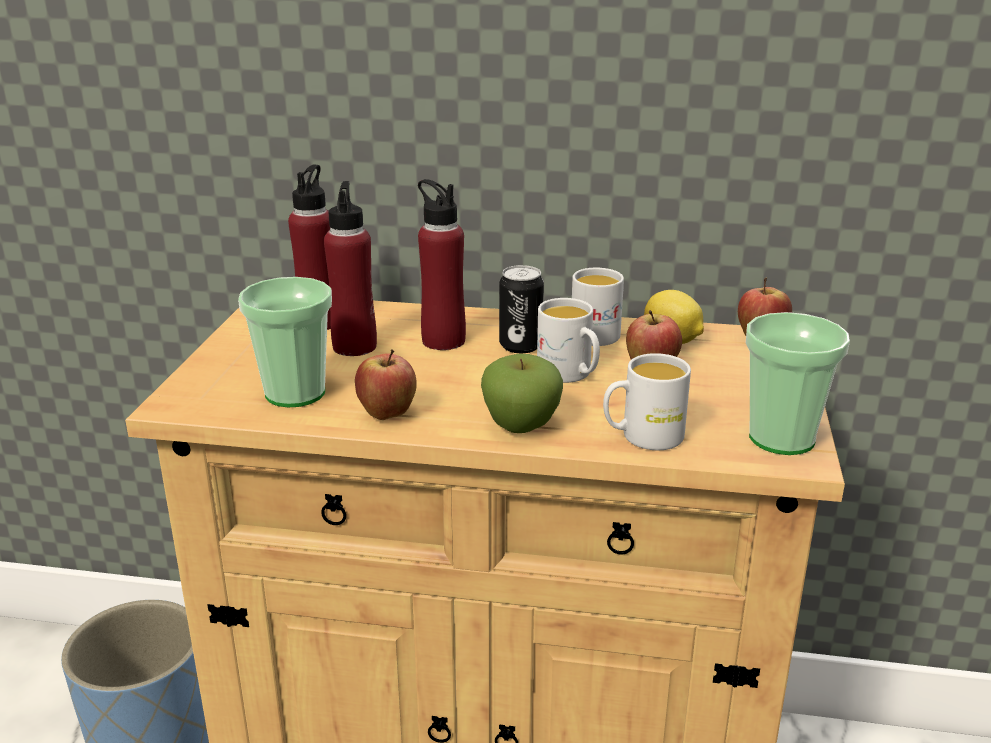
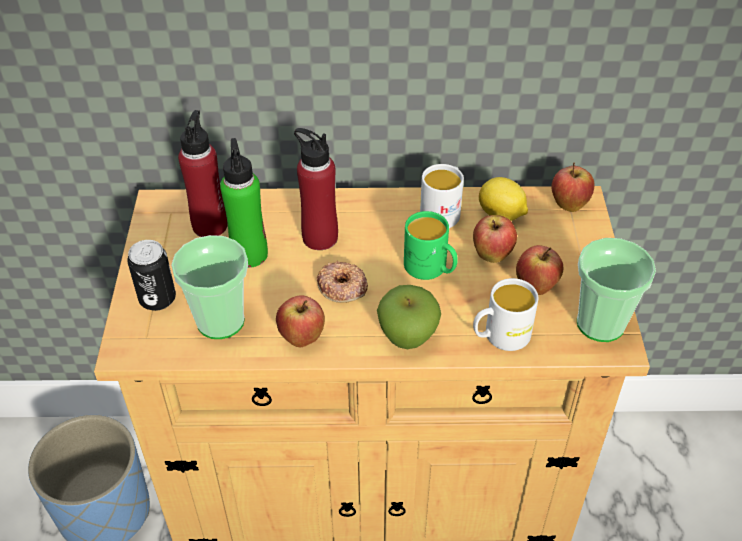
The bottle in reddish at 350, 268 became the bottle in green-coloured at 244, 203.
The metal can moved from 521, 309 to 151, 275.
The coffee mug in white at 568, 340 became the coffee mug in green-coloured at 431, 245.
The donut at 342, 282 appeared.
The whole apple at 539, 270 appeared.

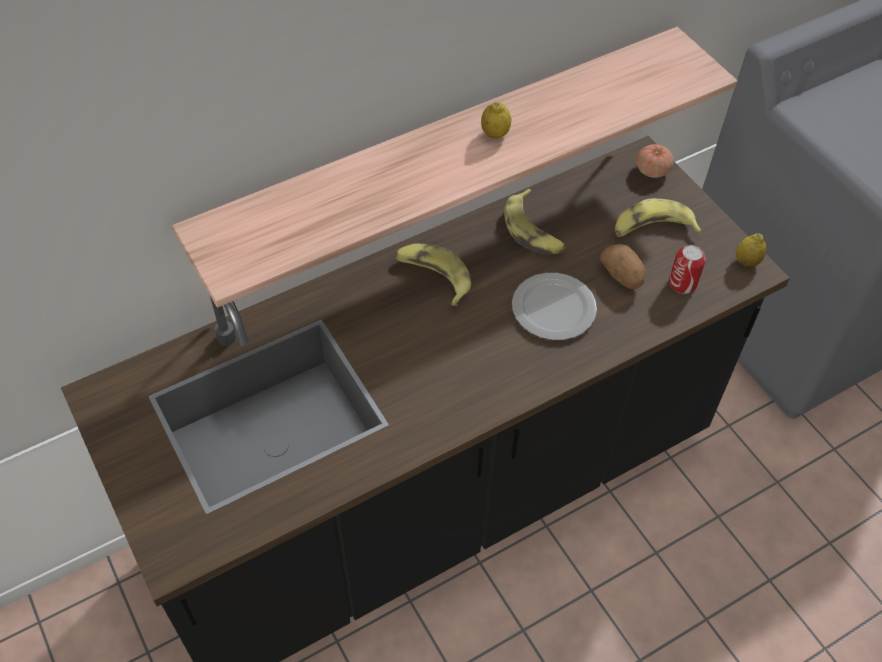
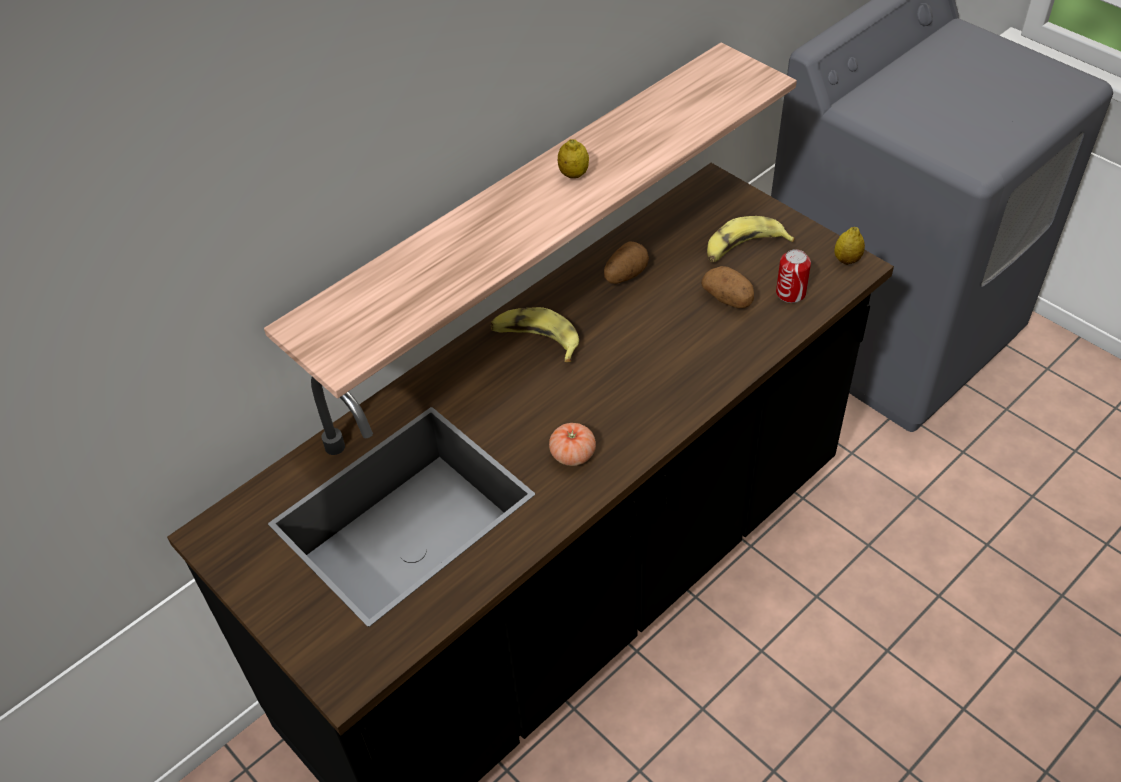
The banana at 535, 221 was replaced by the whole potato at 626, 262.
The plate at 554, 306 disappeared.
The tomato moved from 655, 161 to 572, 444.

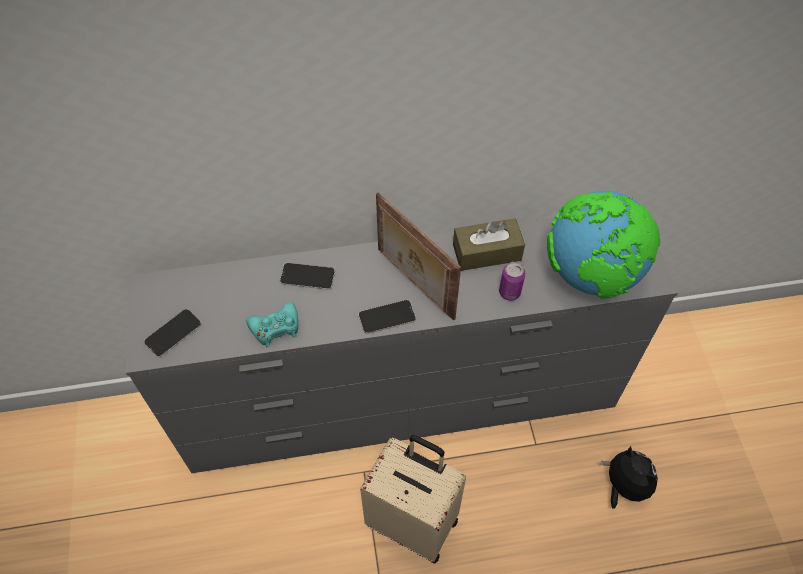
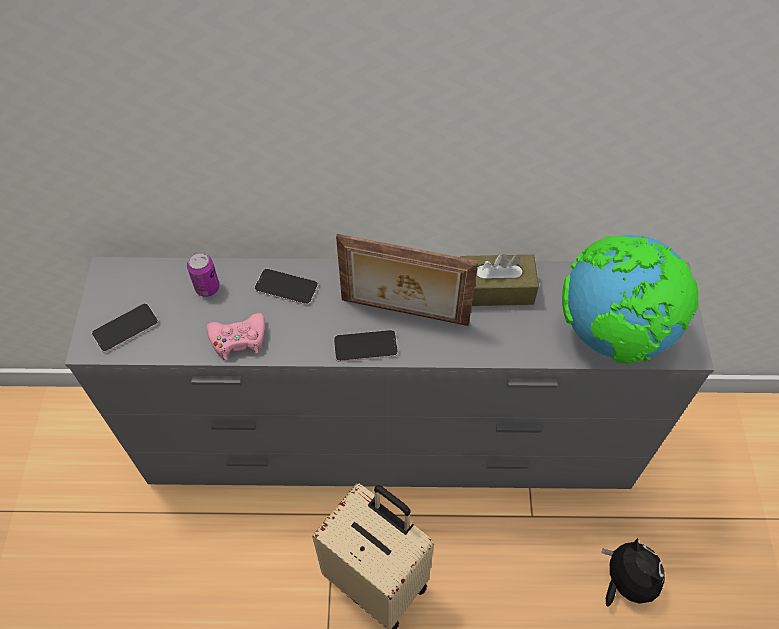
The game controller in blue-green at 272, 324 became the game controller in pinkish at 235, 336.
The standing frame at 418, 256 turned 45 degrees counterclockwise.
The metal can moved from 512, 281 to 203, 274.

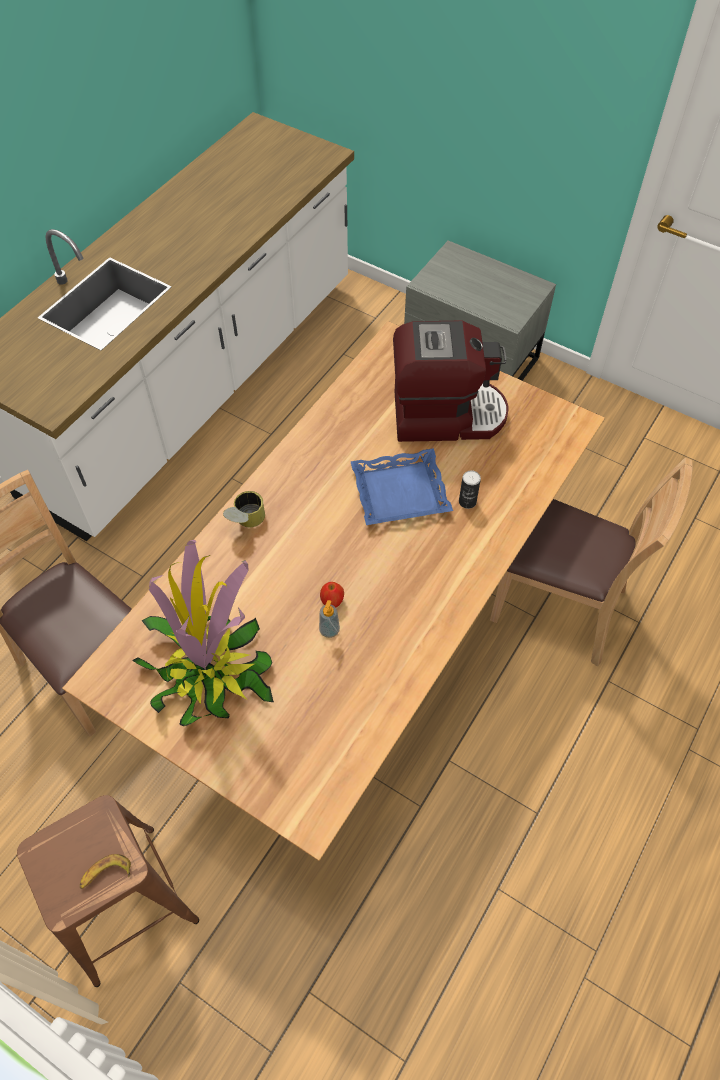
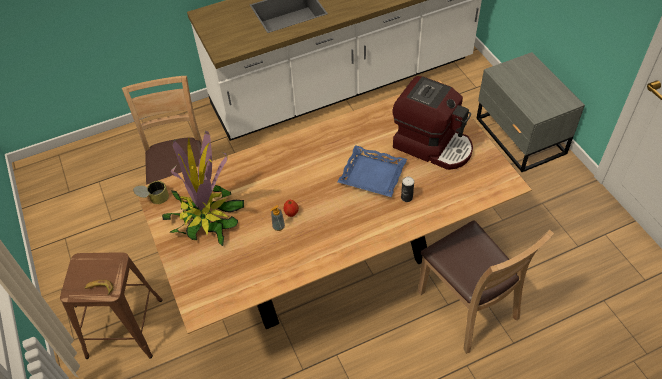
The metal can moved from 244, 509 to 151, 192.

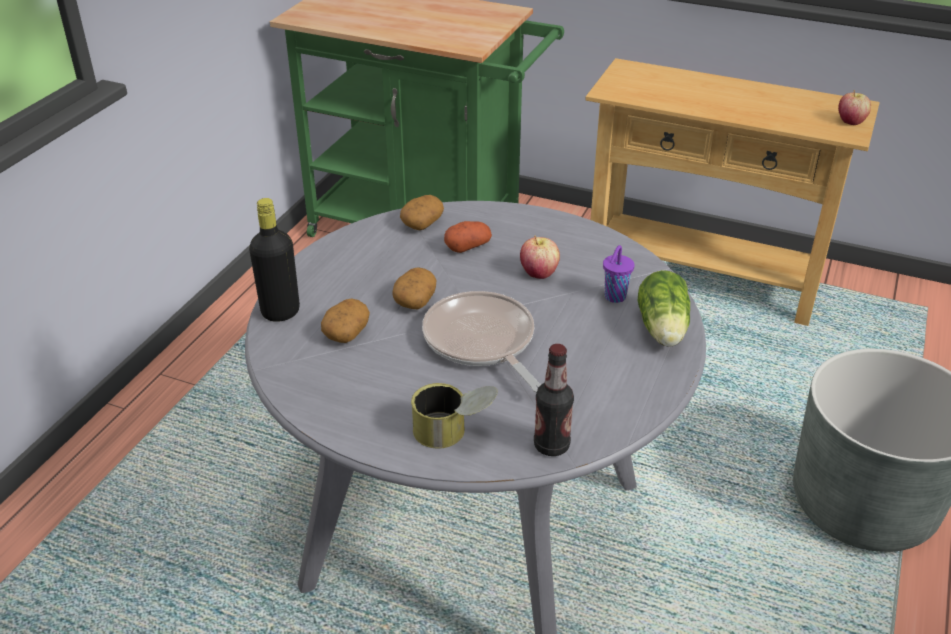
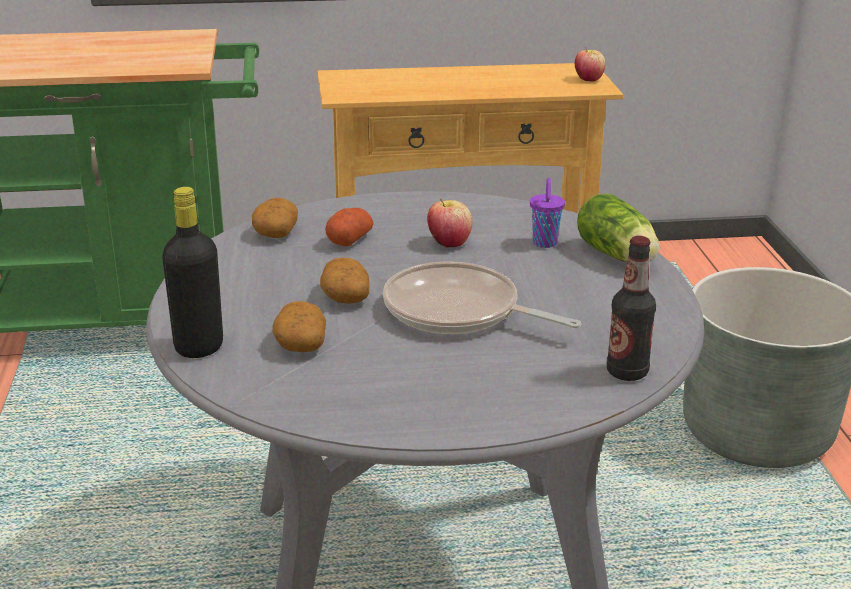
The metal can at 454, 415 disappeared.

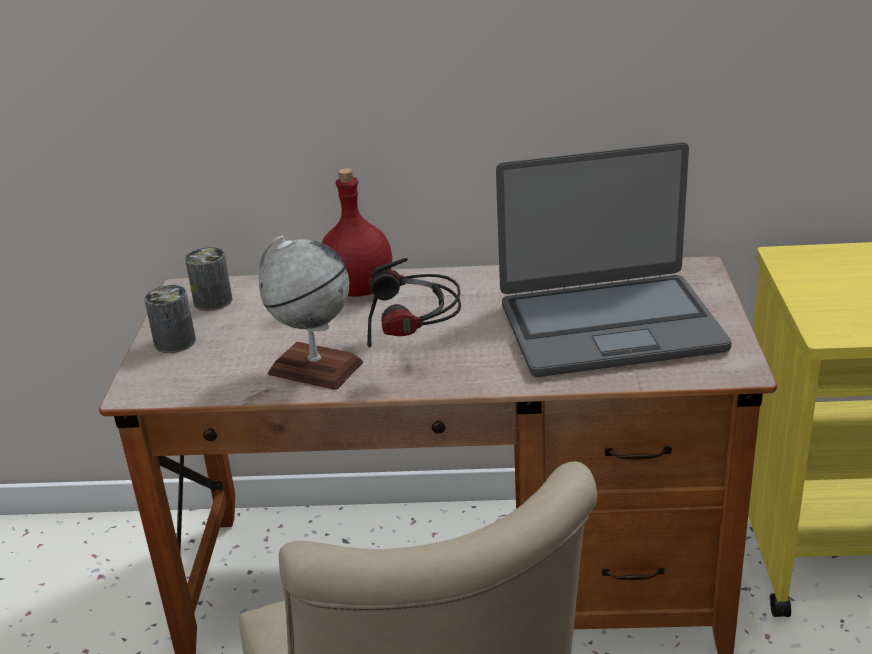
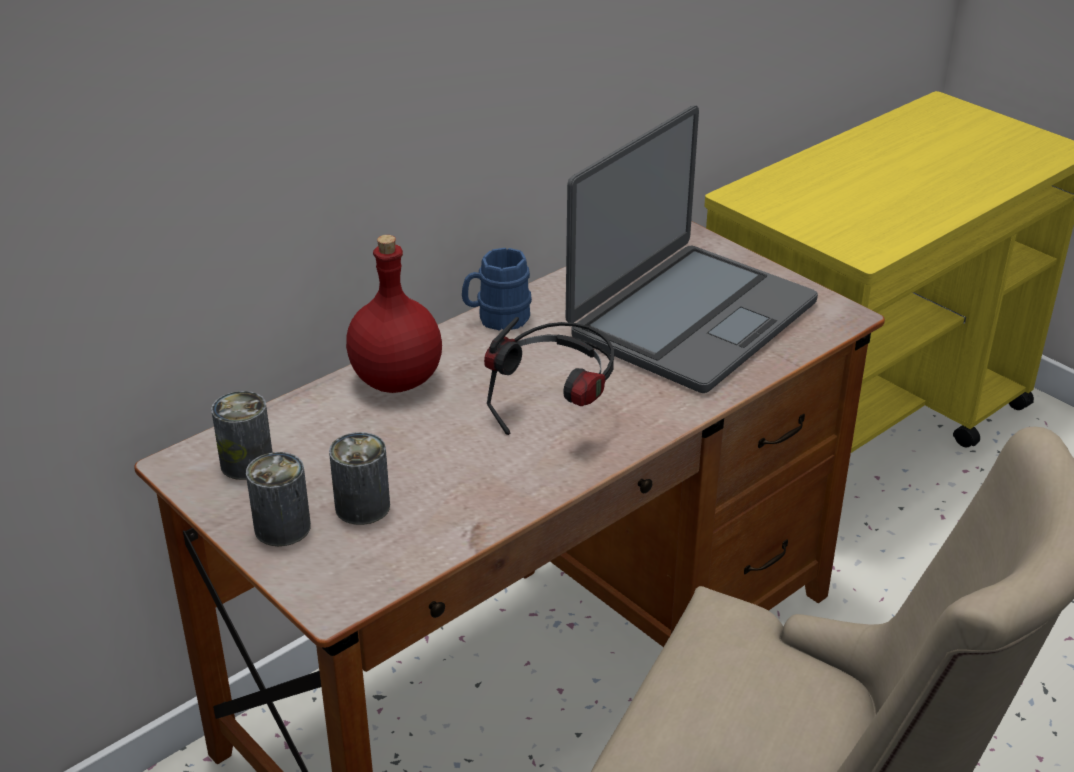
The world globe at 310, 312 disappeared.
The metal can at 359, 478 appeared.
The coffee mug in blue-coloured at 497, 289 appeared.

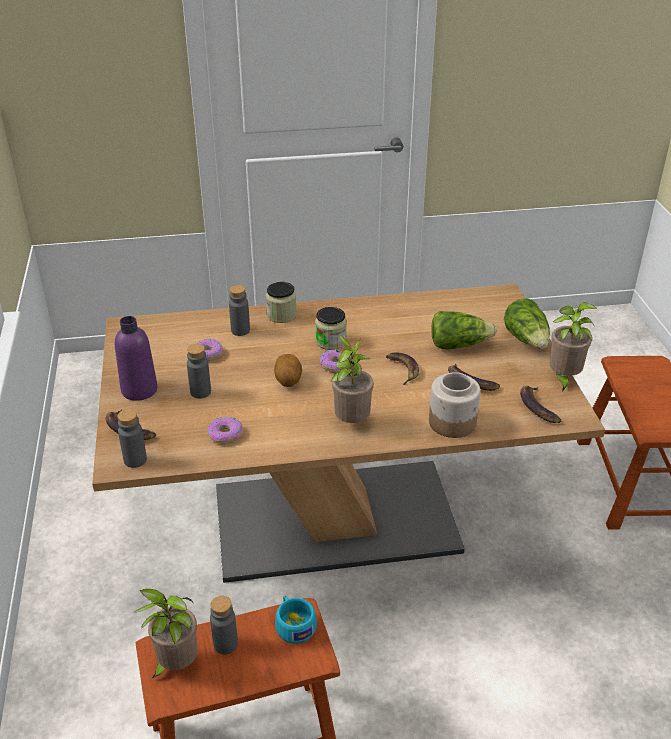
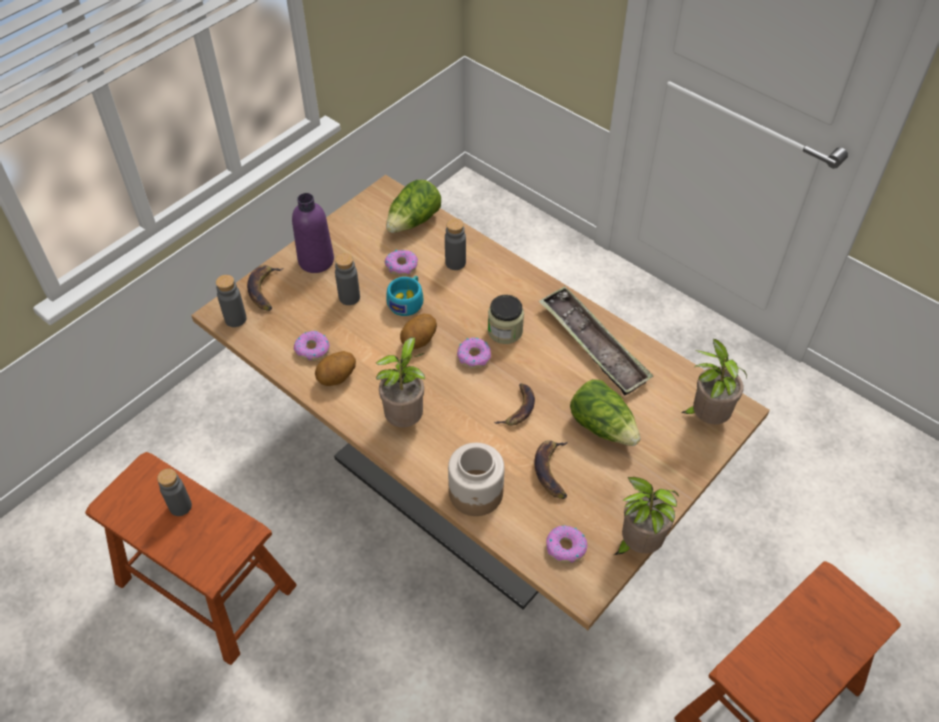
The plant in a pot moved from 165, 633 to 714, 381.
The preserve jar at 281, 302 disappeared.
The cup in blue-green moved from 296, 620 to 405, 296.
The lettuce head moved from 527, 323 to 413, 206.
The banana at 540, 404 was replaced by the donut at 567, 544.
The whole potato at 335, 368 appeared.
The tray at 596, 340 appeared.

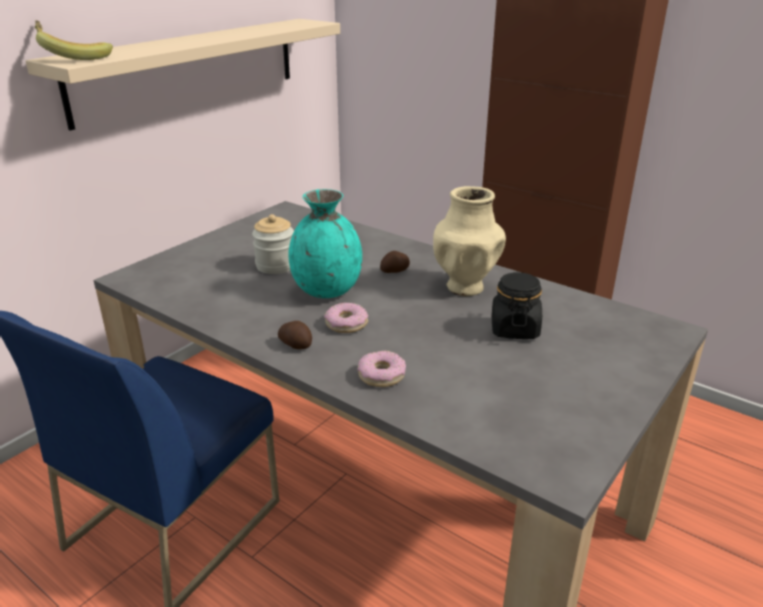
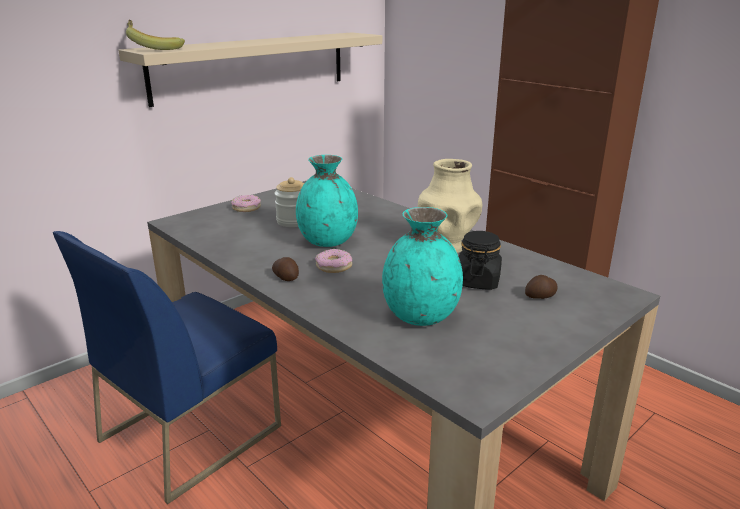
The donut moved from 382, 369 to 246, 203.
The whole potato moved from 395, 262 to 541, 287.
The decorative vase in blue-green at 422, 266 appeared.

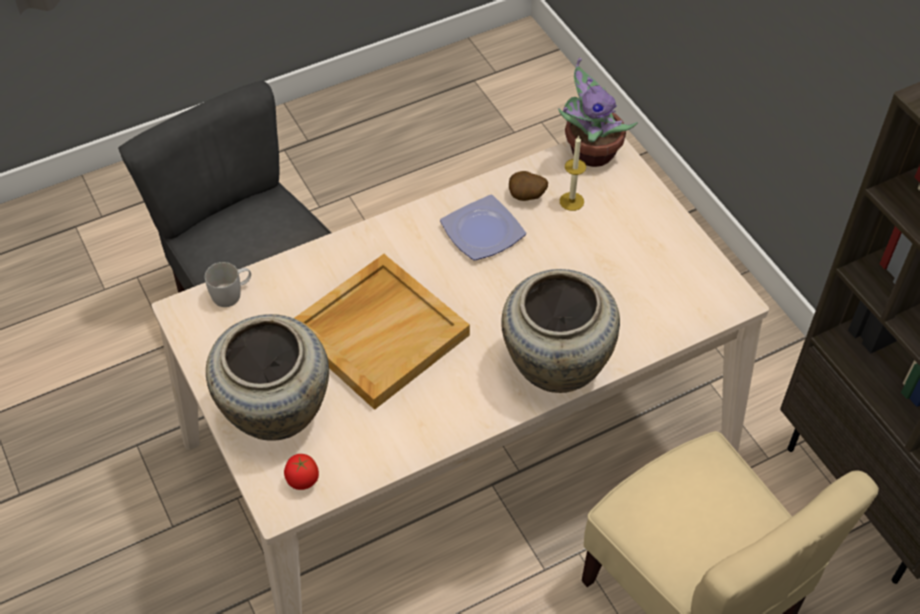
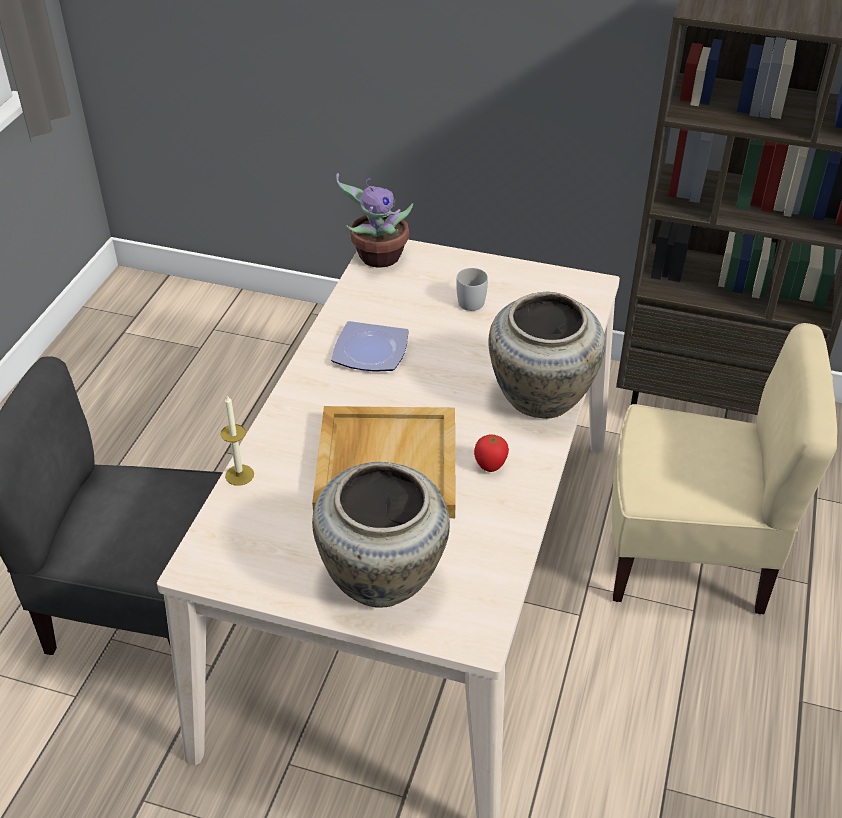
The coffee mug in white moved from 228, 284 to 472, 289.
The tomato moved from 301, 472 to 491, 453.
The whole potato at 528, 186 disappeared.
The wax candle moved from 573, 173 to 237, 440.

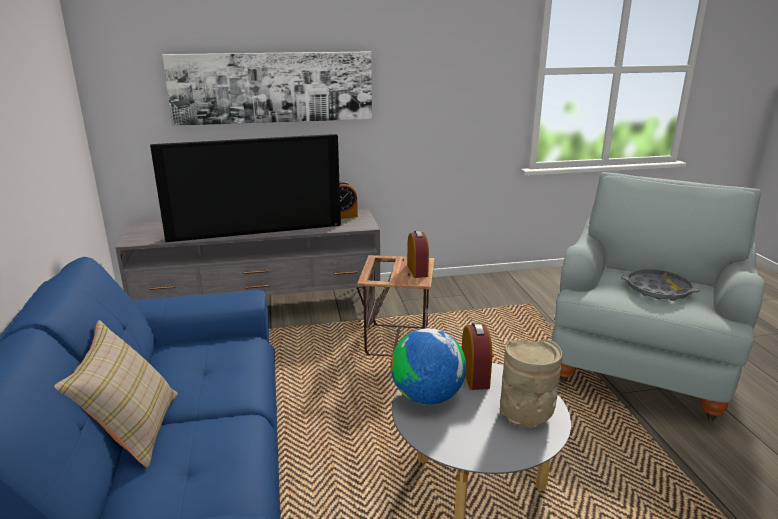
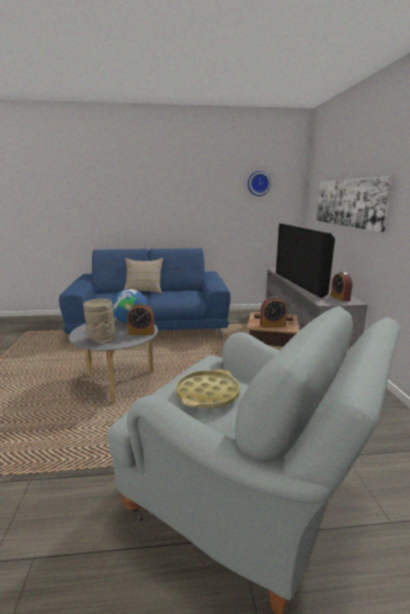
The tray in gray at 661, 285 became the tray in yellow at 208, 388.
The hanging clock at 259, 183 appeared.

